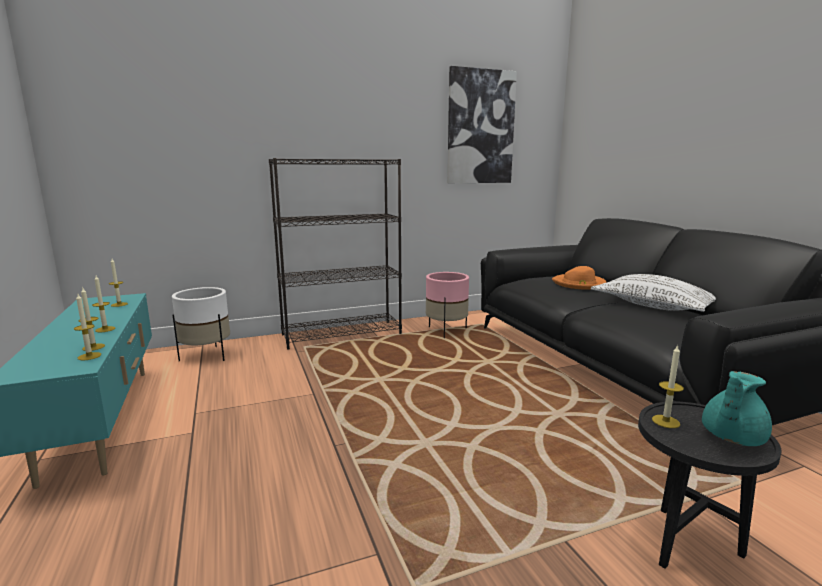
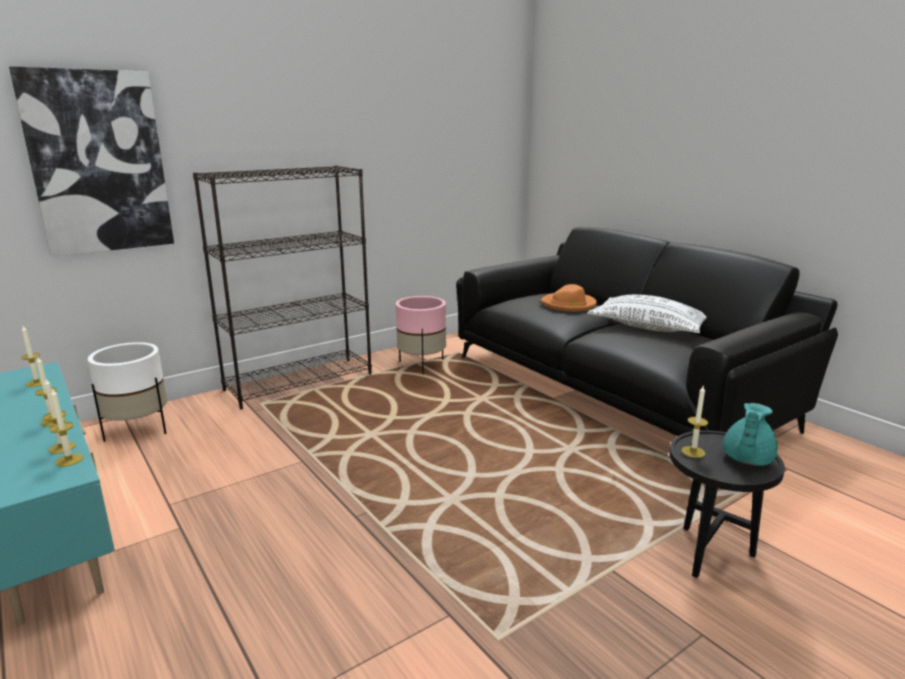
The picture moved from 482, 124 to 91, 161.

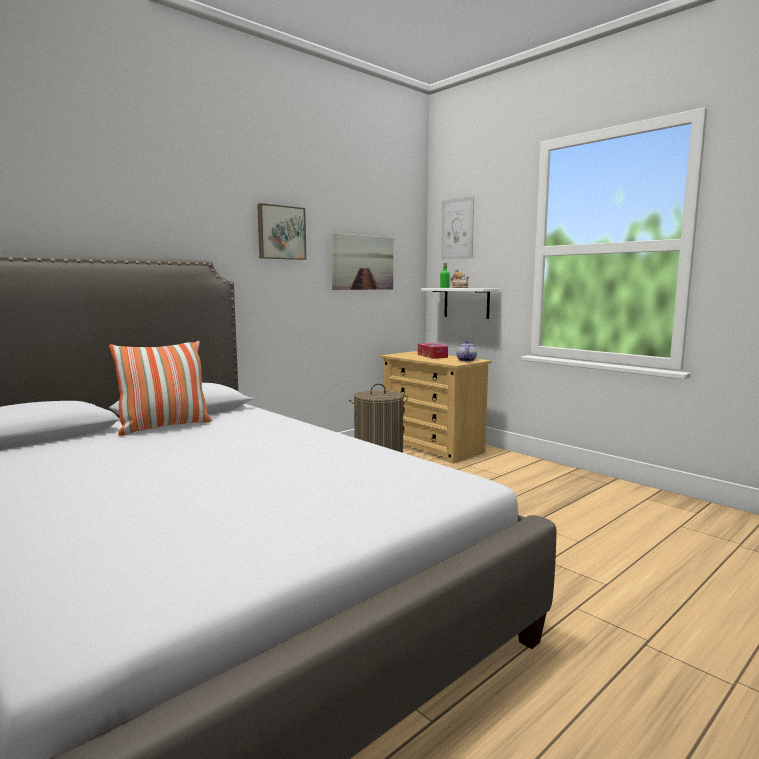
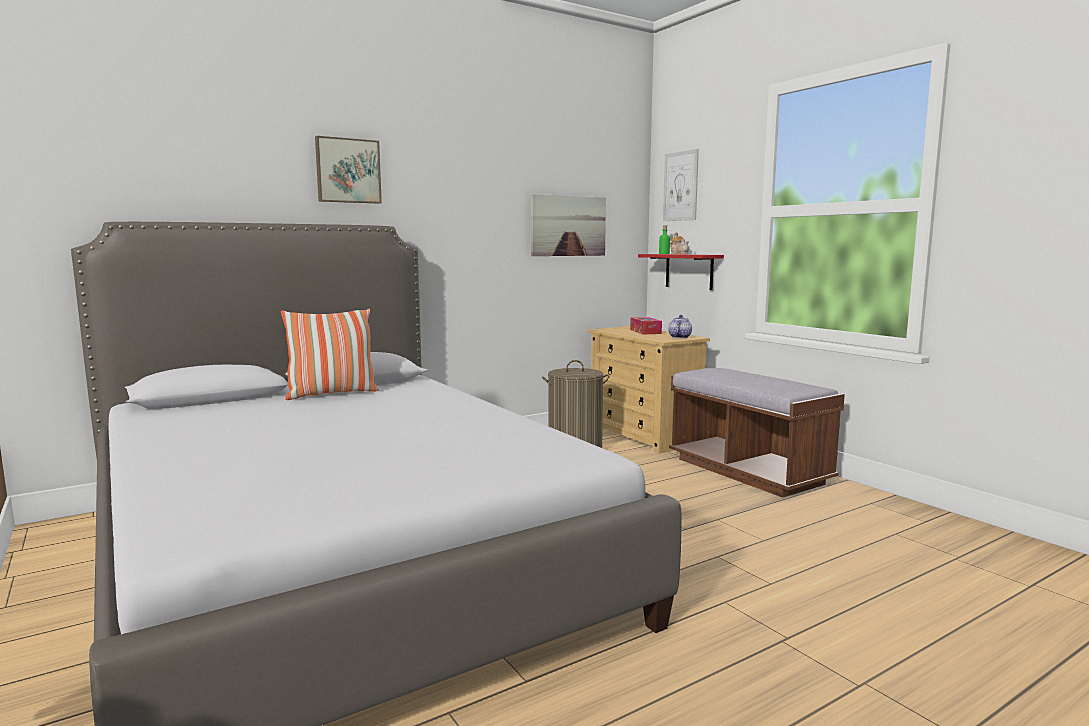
The picture moved from 281, 231 to 348, 170.
The wall shelf in white at 460, 303 became the wall shelf in reddish at 681, 272.
The indoor bench in brown-coloured at 757, 433 appeared.

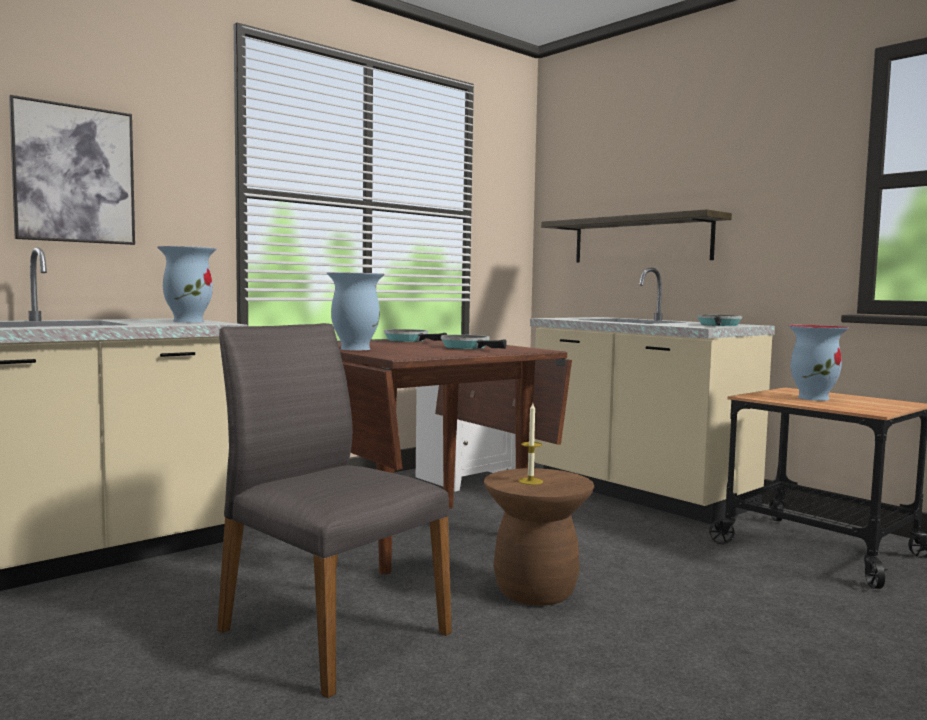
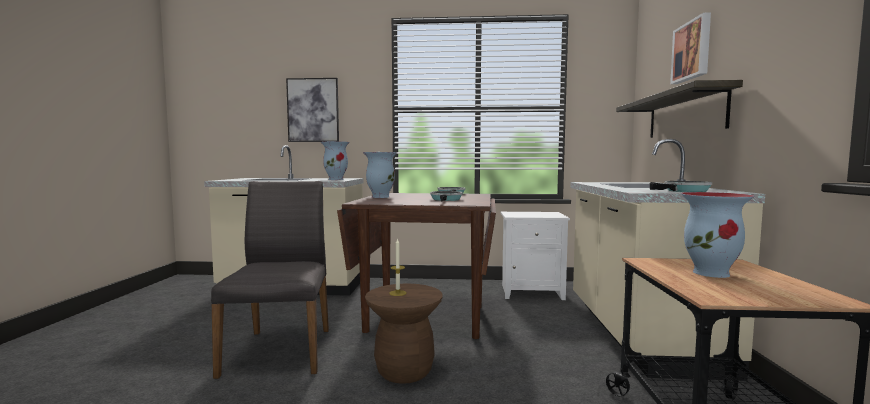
The picture at 690, 48 appeared.

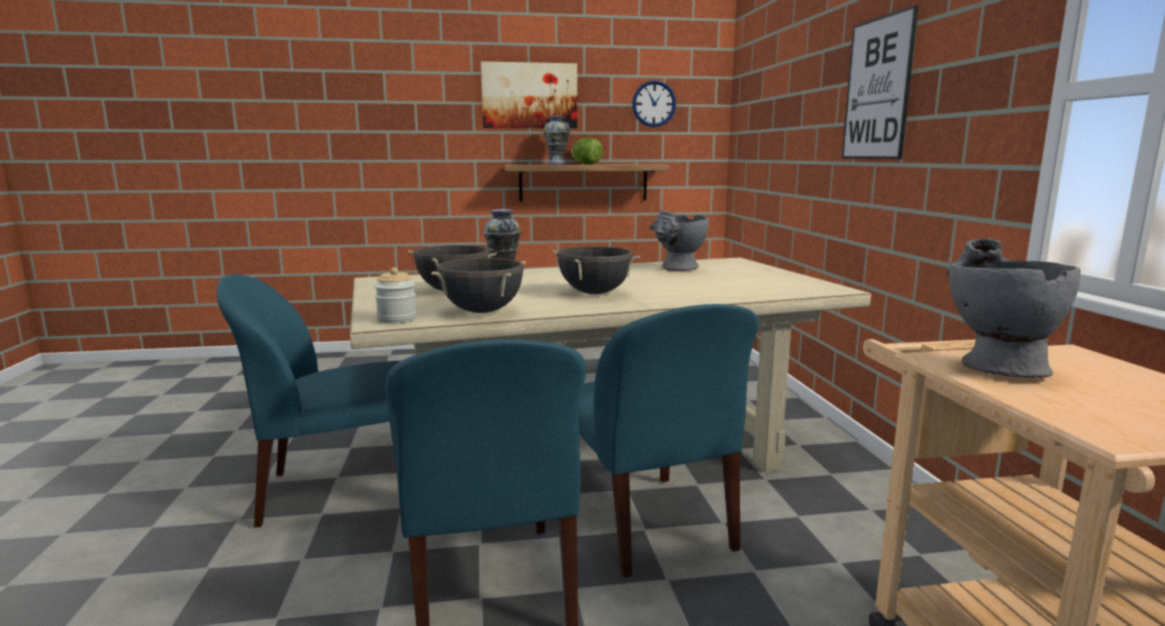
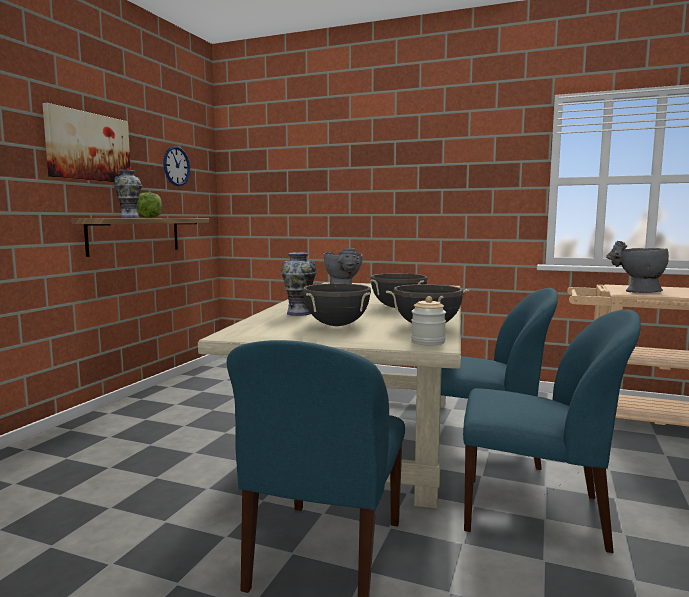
The picture at 880, 82 disappeared.

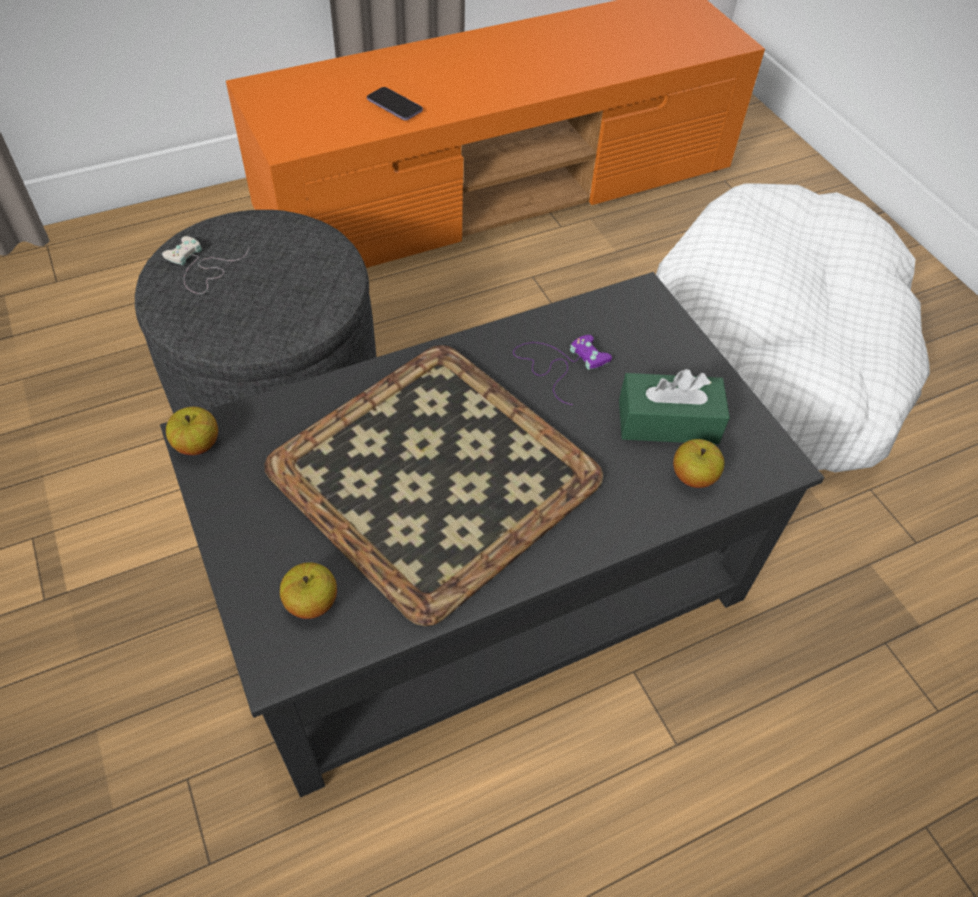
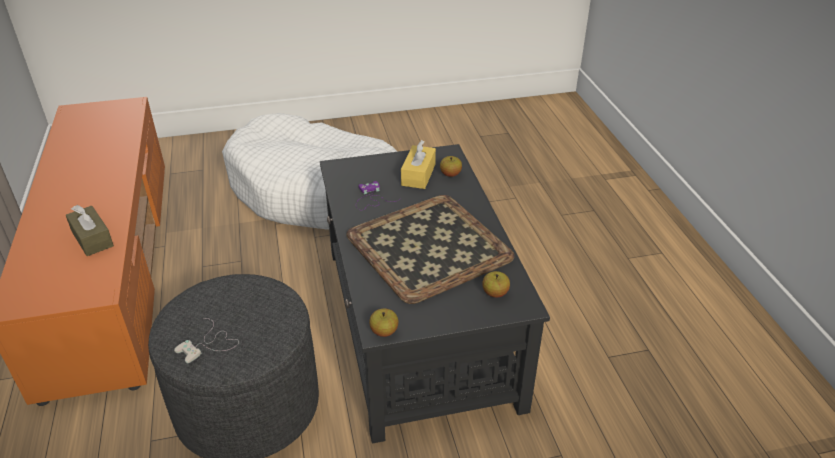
The phone at 395, 103 was replaced by the tissue box in brown-coloured at 90, 230.
The tissue box in green-coloured at 674, 406 became the tissue box in yellow at 418, 164.

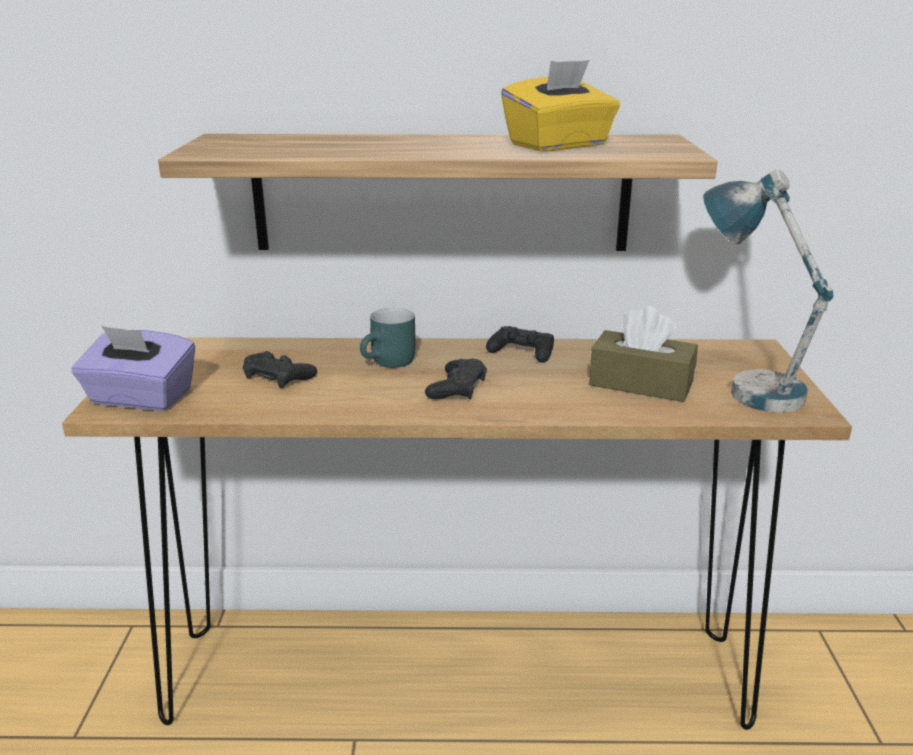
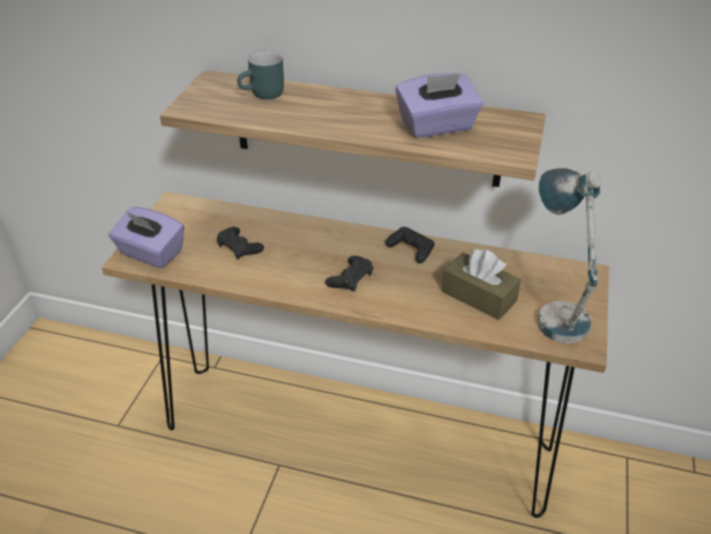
The coffee mug in blue-green moved from 387, 338 to 260, 75.
The tissue box in yellow at 560, 105 became the tissue box in purple-coloured at 439, 105.

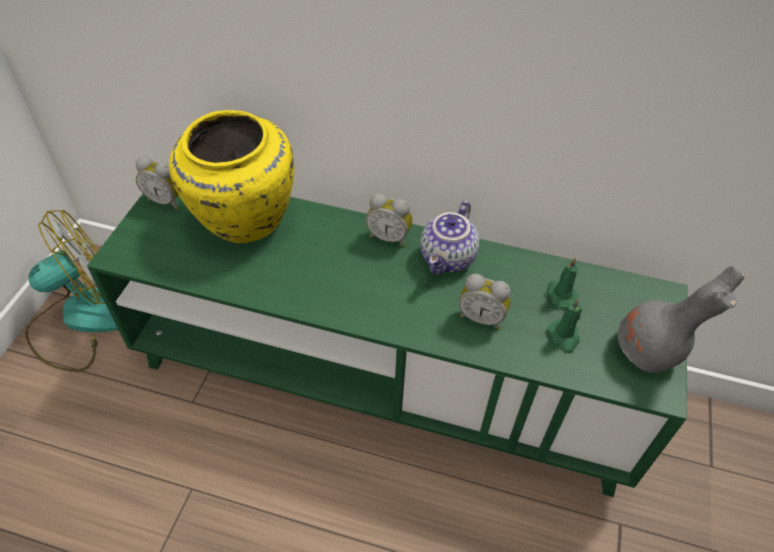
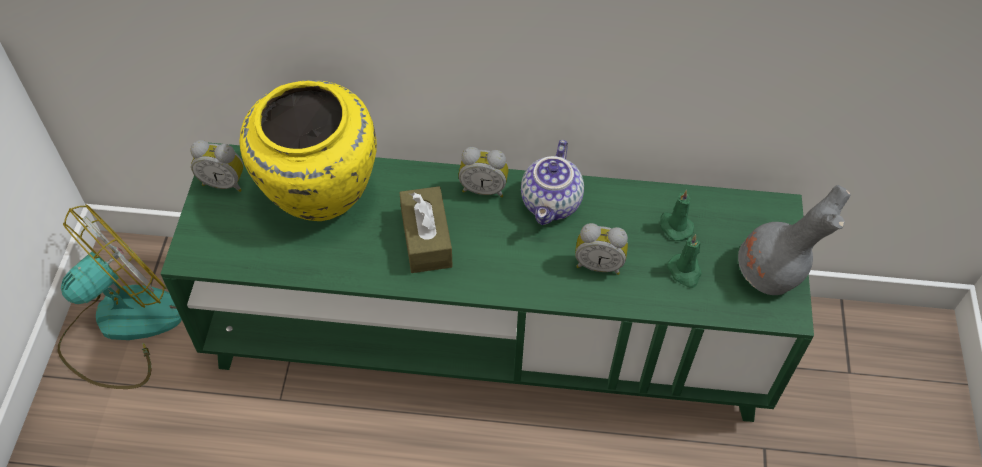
The tissue box in brown-coloured at 426, 229 appeared.

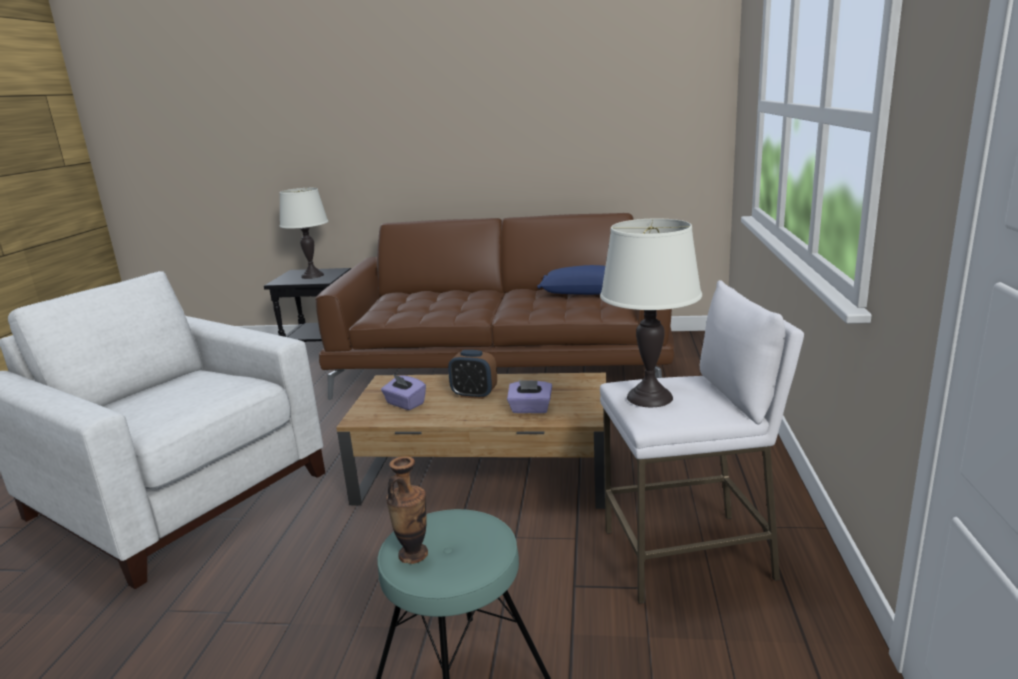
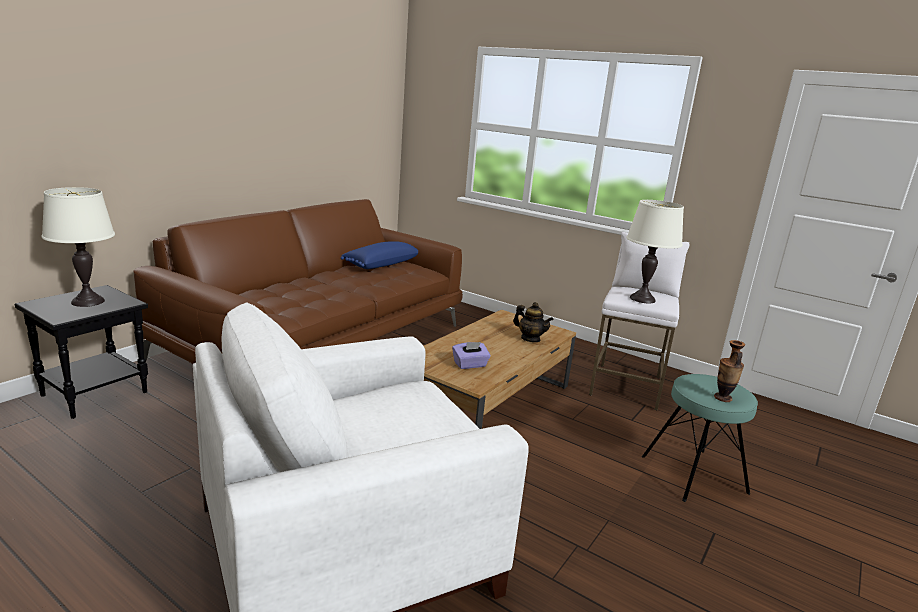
The bedside clock at 472, 374 disappeared.
The tissue box in purple-coloured at 529, 396 was replaced by the pot for tea at 533, 322.

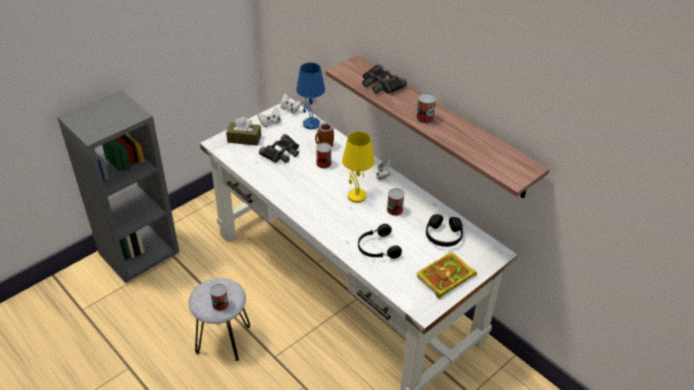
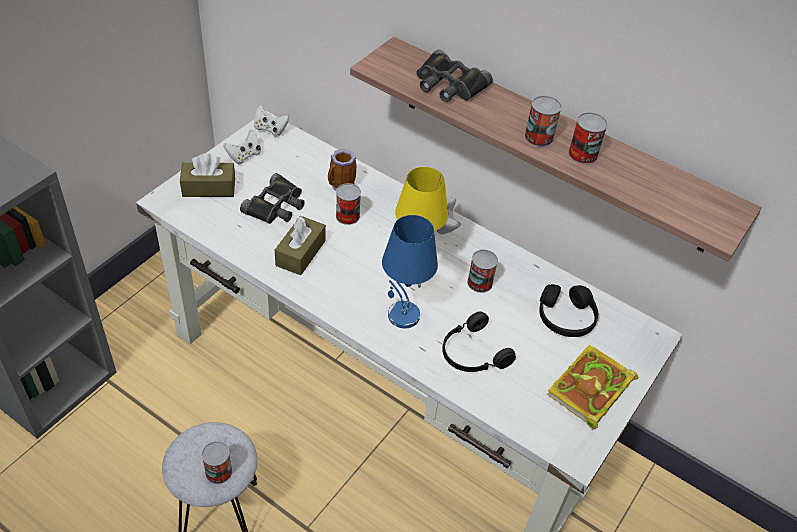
The lamp for a table in blue-coloured moved from 310, 96 to 410, 271.
The tissue box in brown-coloured at 300, 245 appeared.
The metal can at 588, 138 appeared.

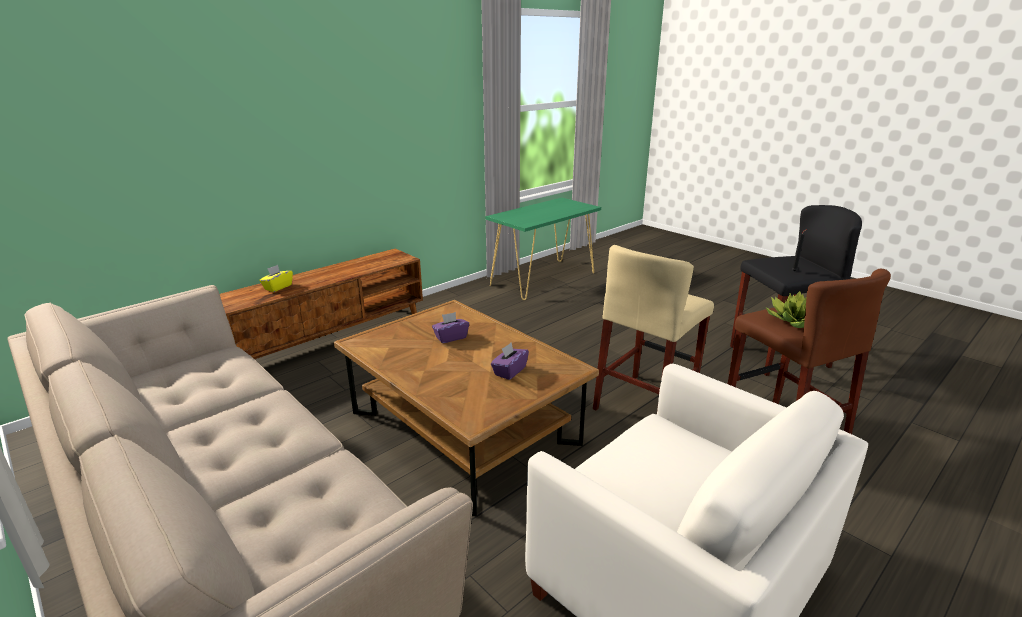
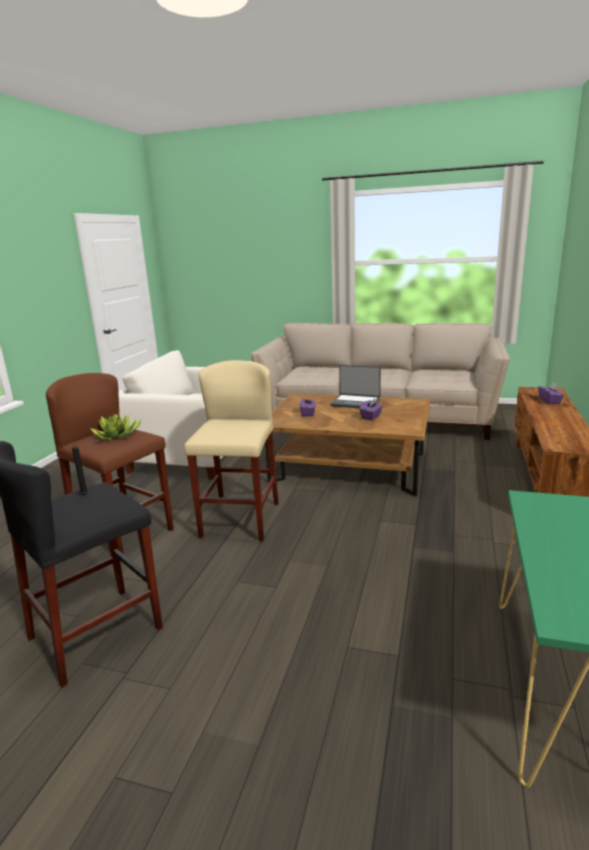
The tissue box in yellow at 276, 278 became the tissue box in purple-coloured at 551, 393.
The notebook computer at 355, 386 appeared.

